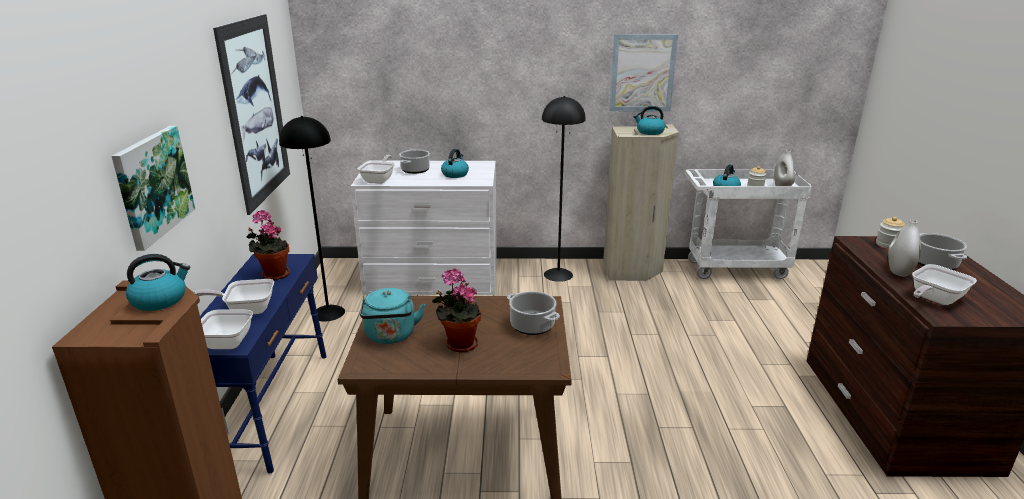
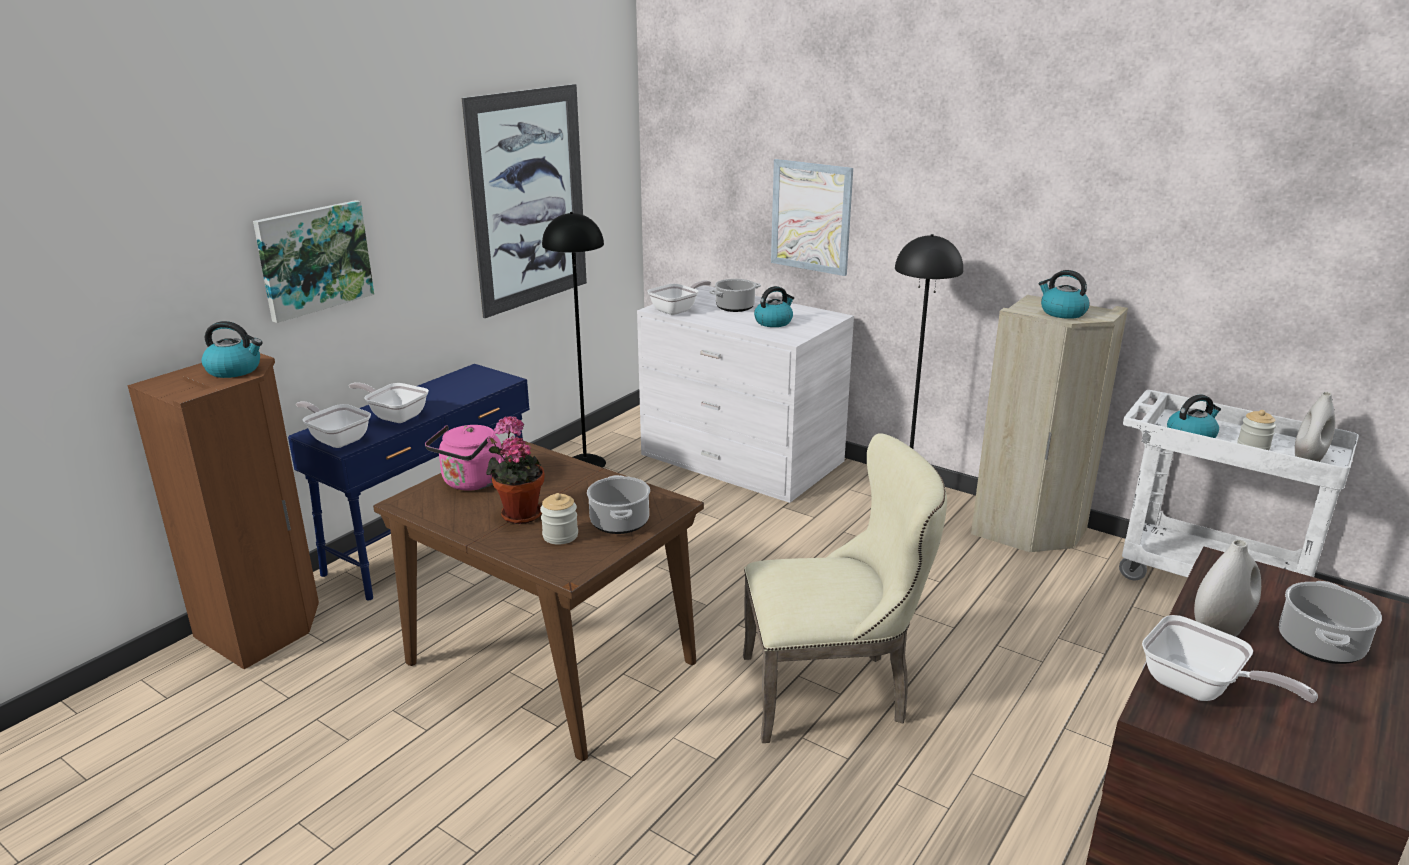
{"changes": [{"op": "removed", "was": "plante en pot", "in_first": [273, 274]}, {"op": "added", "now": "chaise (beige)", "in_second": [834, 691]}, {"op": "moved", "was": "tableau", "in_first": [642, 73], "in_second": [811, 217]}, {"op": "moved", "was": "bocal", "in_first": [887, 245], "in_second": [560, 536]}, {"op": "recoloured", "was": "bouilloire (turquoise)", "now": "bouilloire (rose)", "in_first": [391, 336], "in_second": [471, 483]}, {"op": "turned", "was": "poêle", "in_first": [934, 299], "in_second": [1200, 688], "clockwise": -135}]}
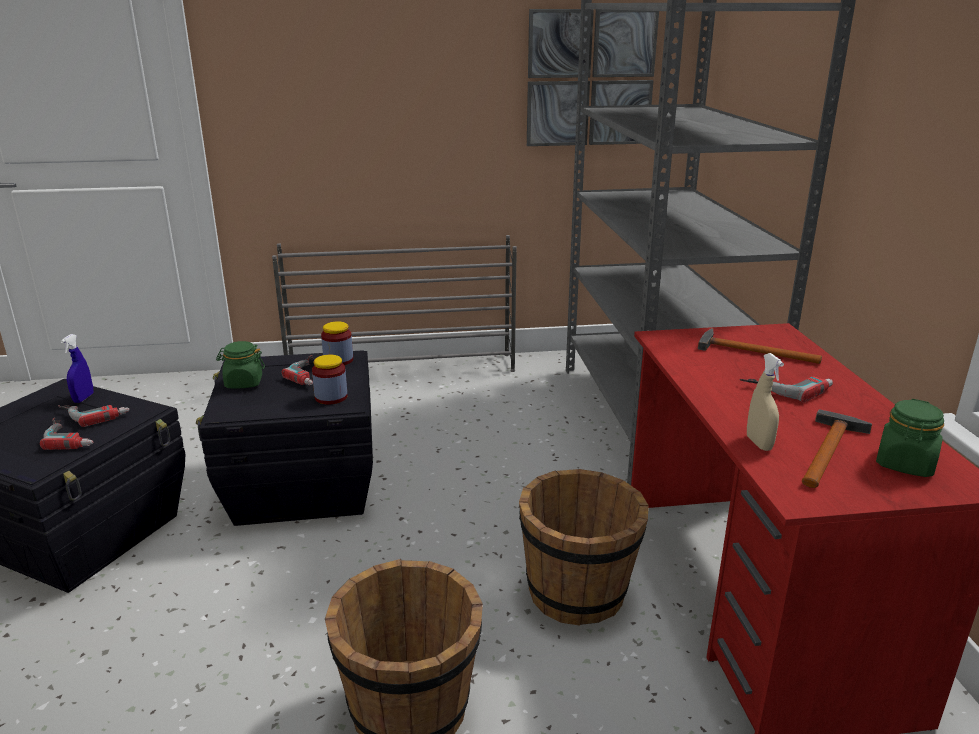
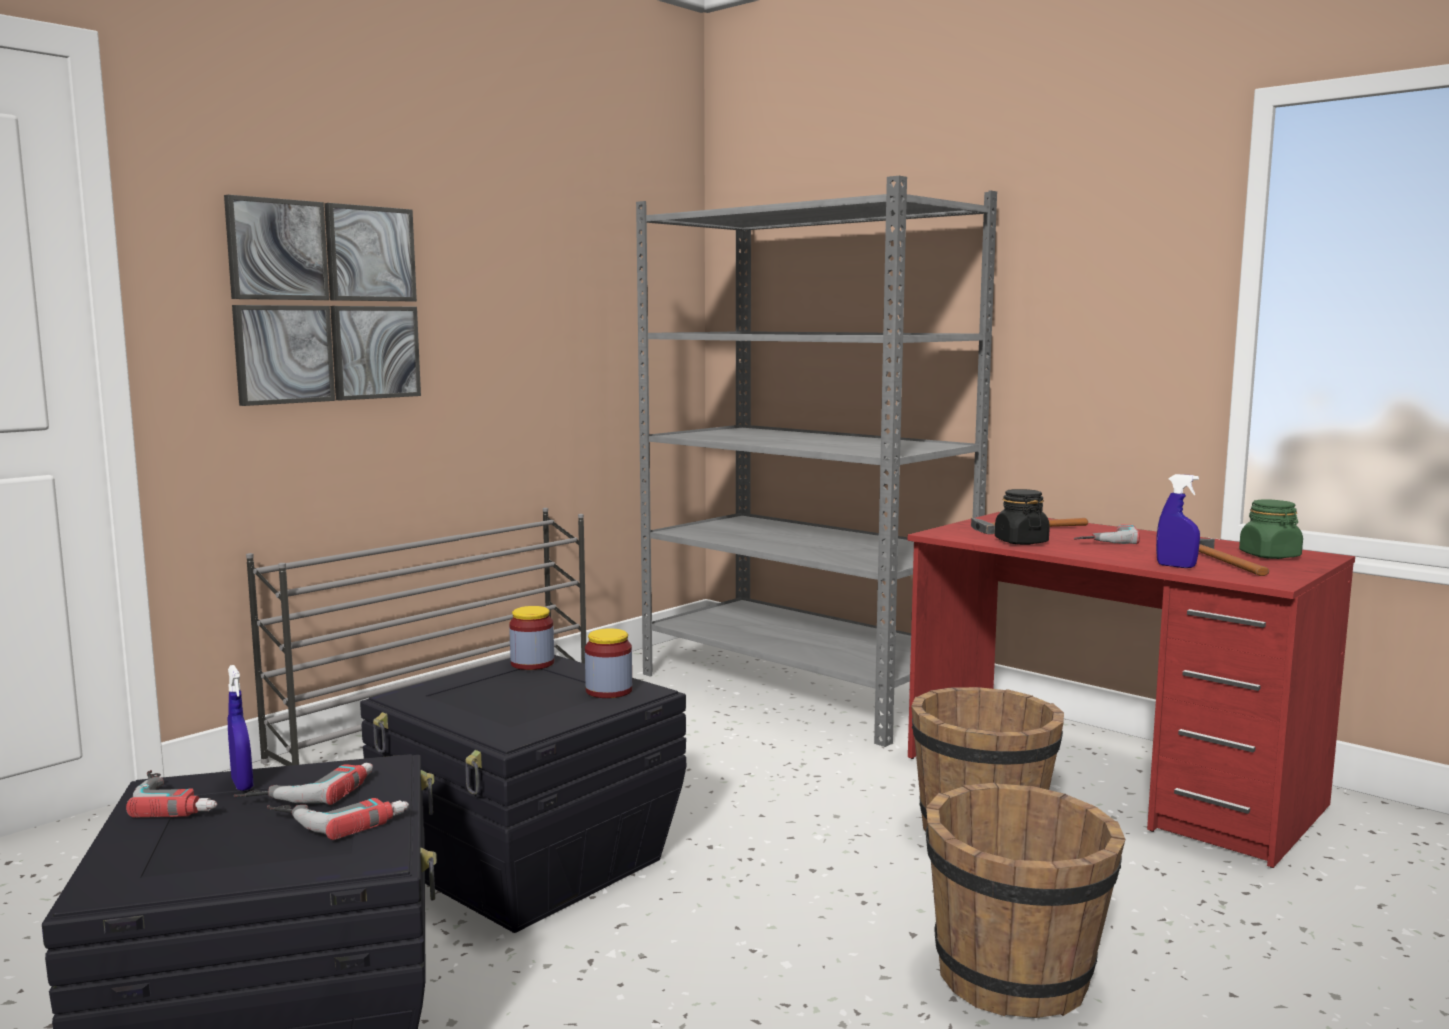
{"changes": [{"op": "removed", "was": "bocal (vert)", "in_first": [243, 383]}, {"op": "added", "now": "bocal (noir)", "in_second": [1020, 542]}, {"op": "moved", "was": "perceuse", "in_first": [311, 374], "in_second": [181, 798]}, {"op": "moved", "was": "tableau", "in_first": [590, 78], "in_second": [327, 303]}, {"op": "recoloured", "was": "vaporisateur (beige)", "now": "vaporisateur (bleu)", "in_first": [759, 443], "in_second": [1176, 566]}]}
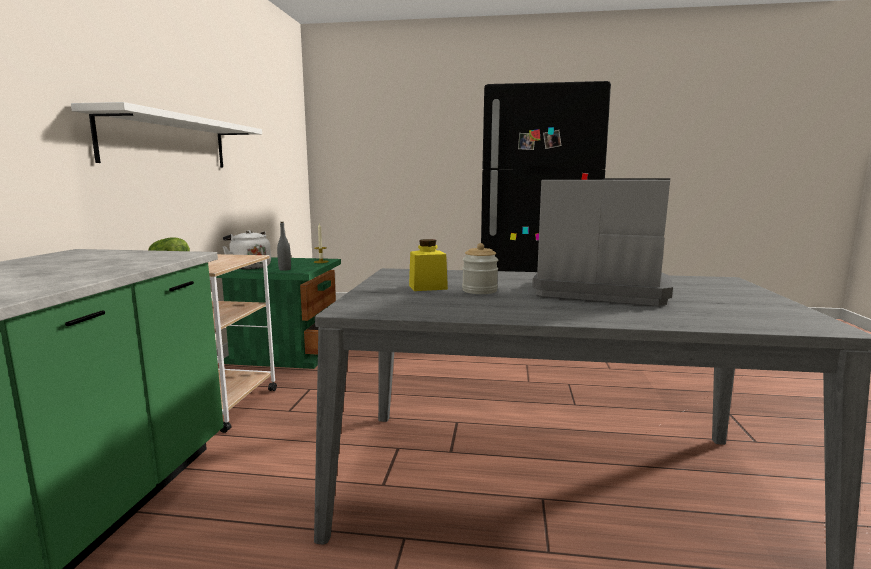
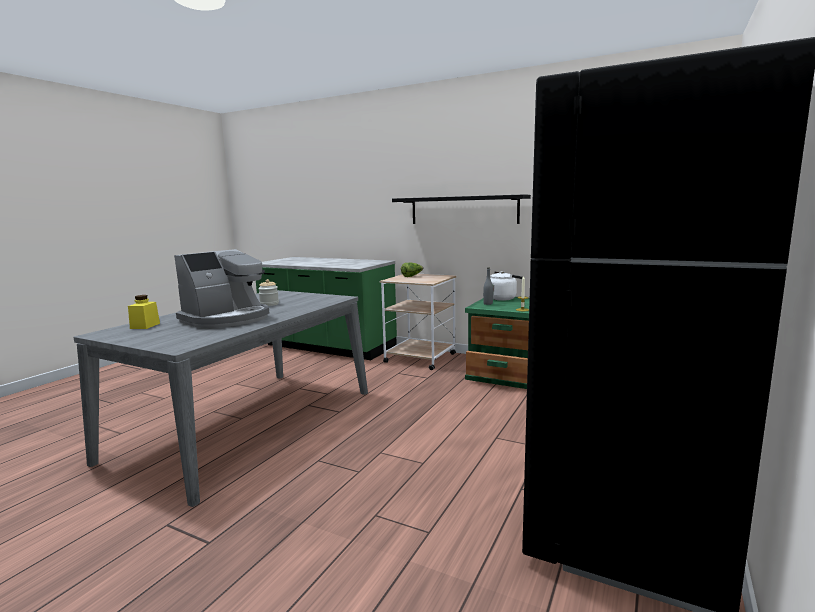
{"changes": [{"op": "moved", "was": "bocal (jaune)", "in_first": [428, 287], "in_second": [145, 326]}, {"op": "recoloured", "was": "étagère (blanc)", "now": "étagère (noir)", "in_first": [167, 142], "in_second": [463, 210]}]}
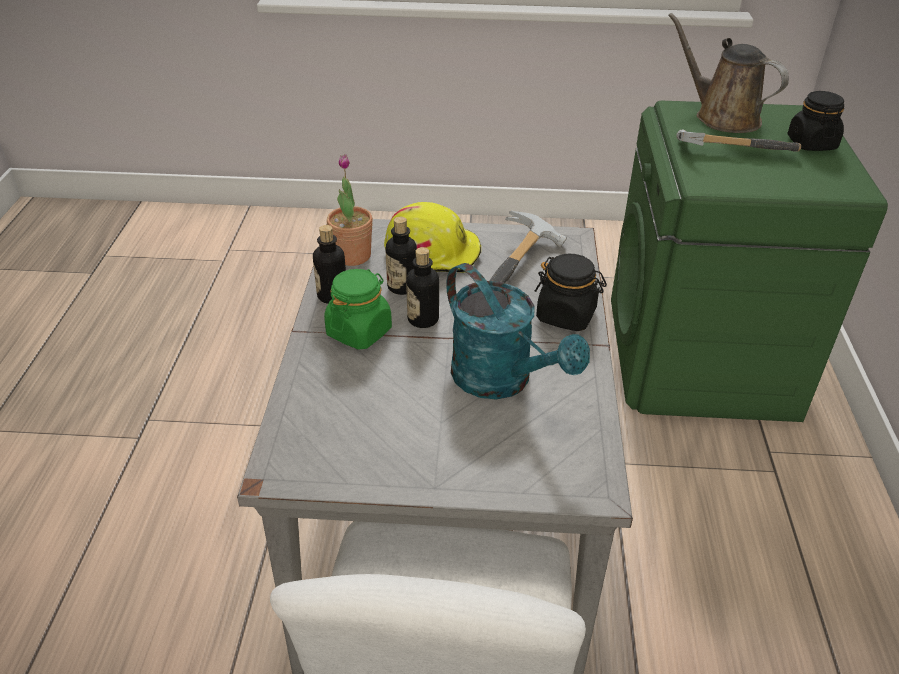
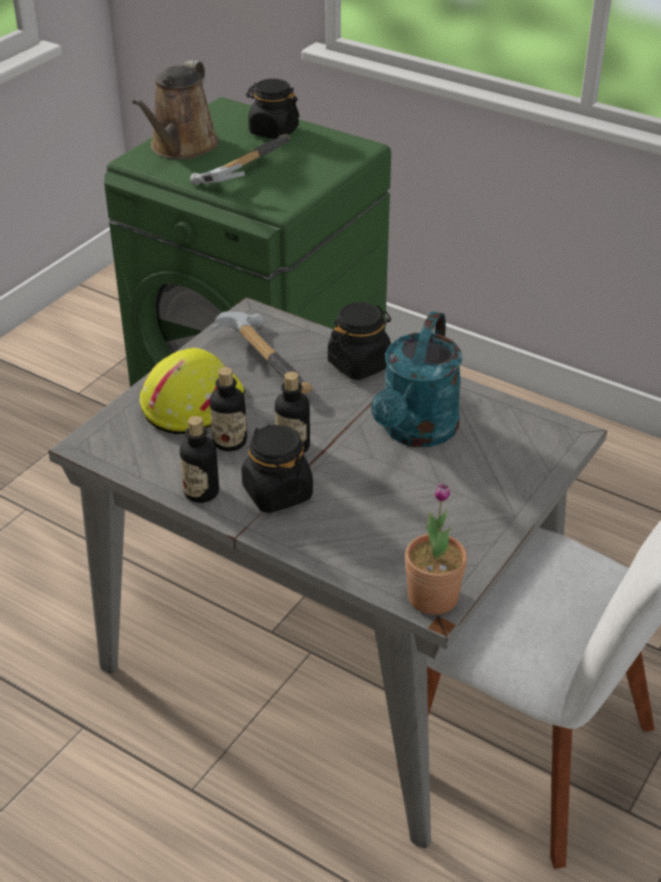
{"changes": [{"op": "moved", "was": "plante en pot", "in_first": [352, 256], "in_second": [432, 597]}, {"op": "recoloured", "was": "bocal (vert)", "now": "bocal (noir)", "in_first": [359, 332], "in_second": [277, 492]}, {"op": "turned", "was": "arrosoir (turquoise)", "in_first": [502, 381], "in_second": [416, 432], "clockwise": 120}, {"op": "turned", "was": "arrosoir (marron)", "in_first": [722, 117], "in_second": [181, 147], "clockwise": -60}]}
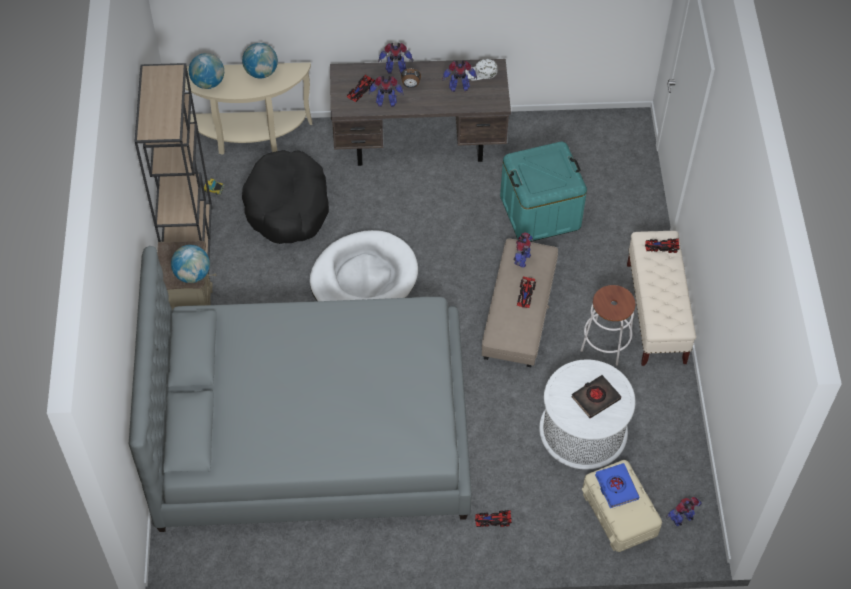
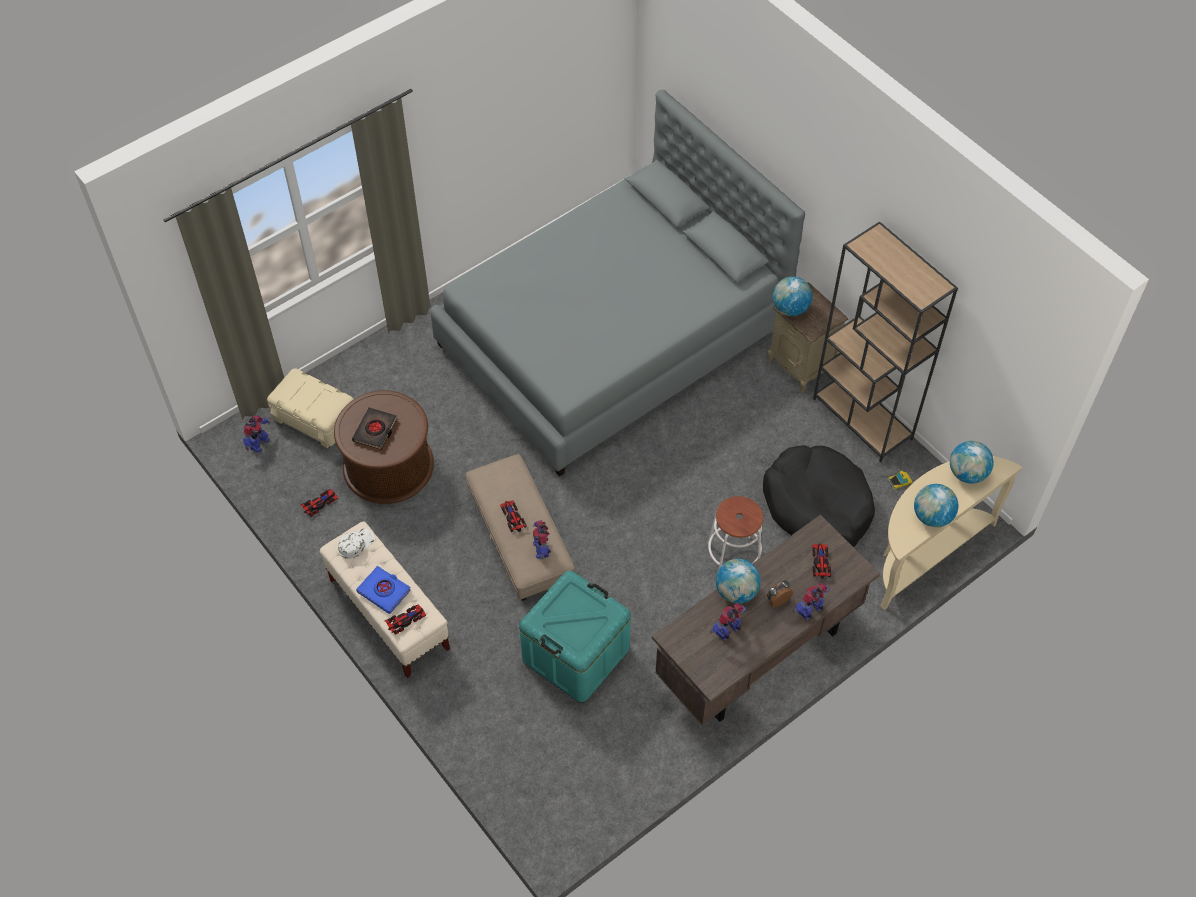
{"changes": [{"op": "removed", "was": "panier pour chien (blanc)", "in_first": [364, 278]}, {"op": "removed", "was": "robot jouet", "in_first": [386, 102]}, {"op": "added", "now": "globe", "in_second": [736, 591]}, {"op": "moved", "was": "casquette (blanc)", "in_first": [481, 73], "in_second": [356, 544]}, {"op": "moved", "was": "petite voiture", "in_first": [493, 520], "in_second": [320, 503]}, {"op": "moved", "was": "tabouret (blanc)", "in_first": [606, 343], "in_second": [733, 558]}, {"op": "moved", "was": "livre (bleu)", "in_first": [616, 487], "in_second": [384, 591]}, {"op": "recoloured", "was": "table basse (blanc)", "now": "table basse (marron)", "in_first": [583, 430], "in_second": [388, 465]}]}
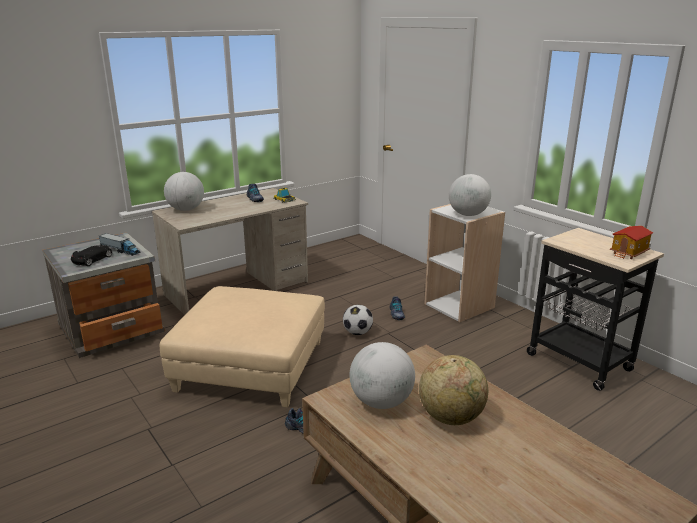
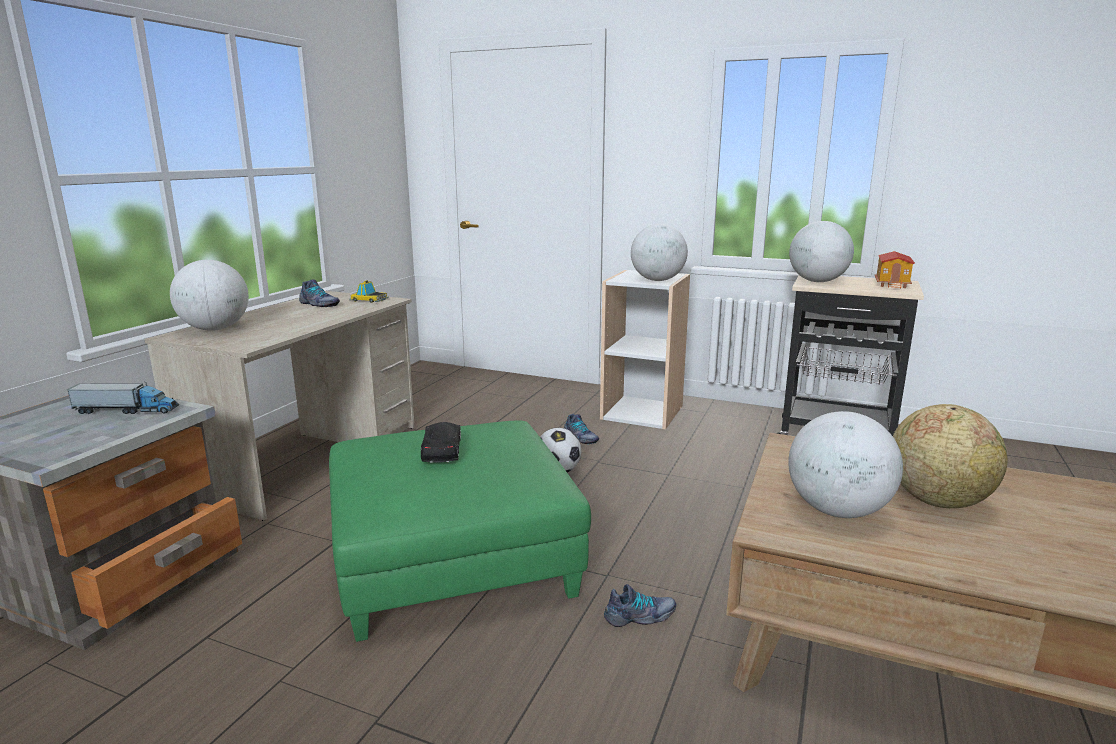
{"changes": [{"op": "added", "now": "globe", "in_second": [817, 281]}, {"op": "moved", "was": "petite voiture (noir)", "in_first": [93, 259], "in_second": [442, 450]}, {"op": "recoloured", "was": "pouf (beige)", "now": "pouf (vert)", "in_first": [250, 366], "in_second": [452, 558]}]}
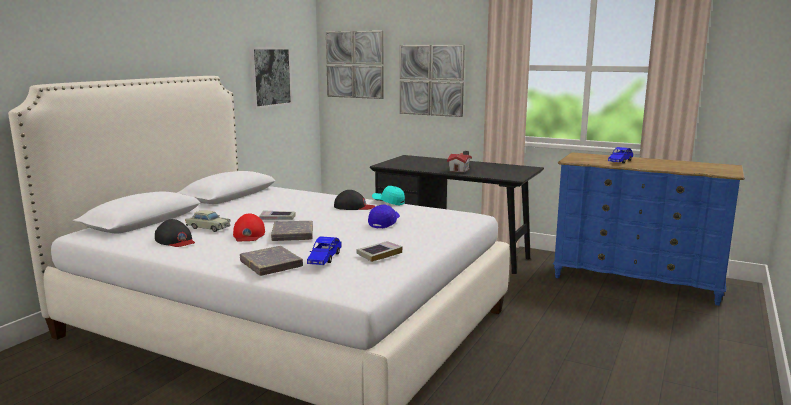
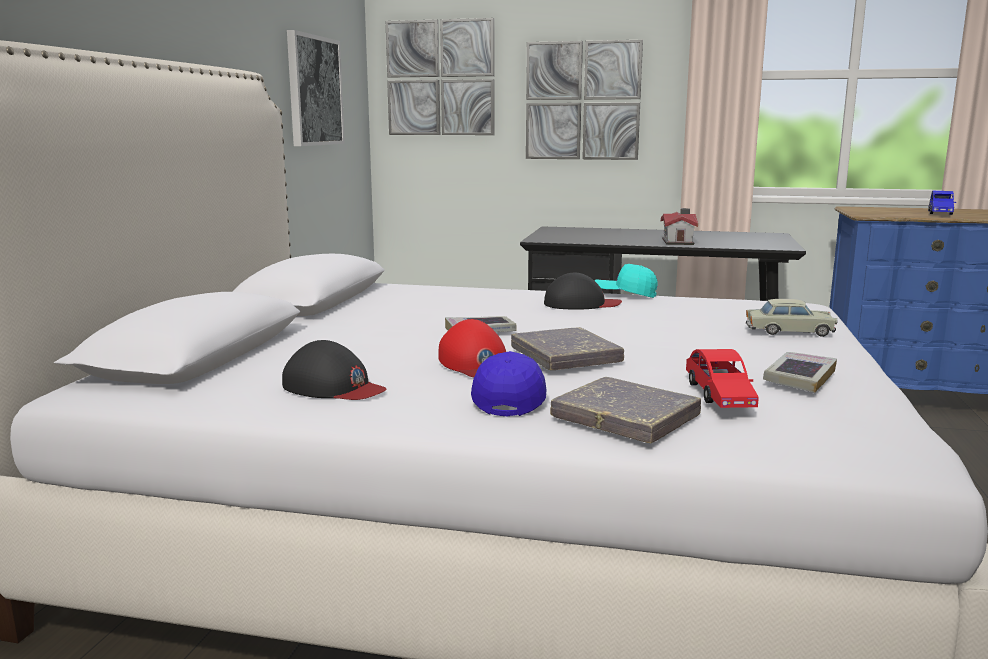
{"changes": [{"op": "moved", "was": "petite voiture (beige)", "in_first": [208, 227], "in_second": [789, 331]}, {"op": "moved", "was": "casquette (bleu)", "in_first": [384, 223], "in_second": [510, 400]}, {"op": "recoloured", "was": "petite voiture (bleu)", "now": "petite voiture (rouge)", "in_first": [325, 258], "in_second": [718, 395]}]}
